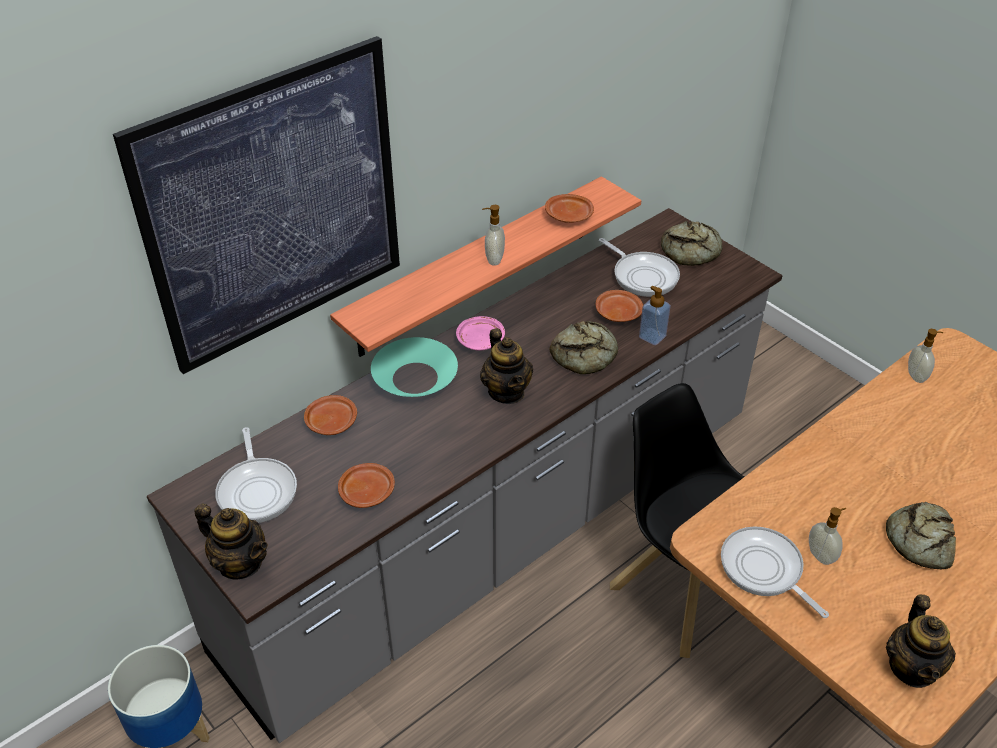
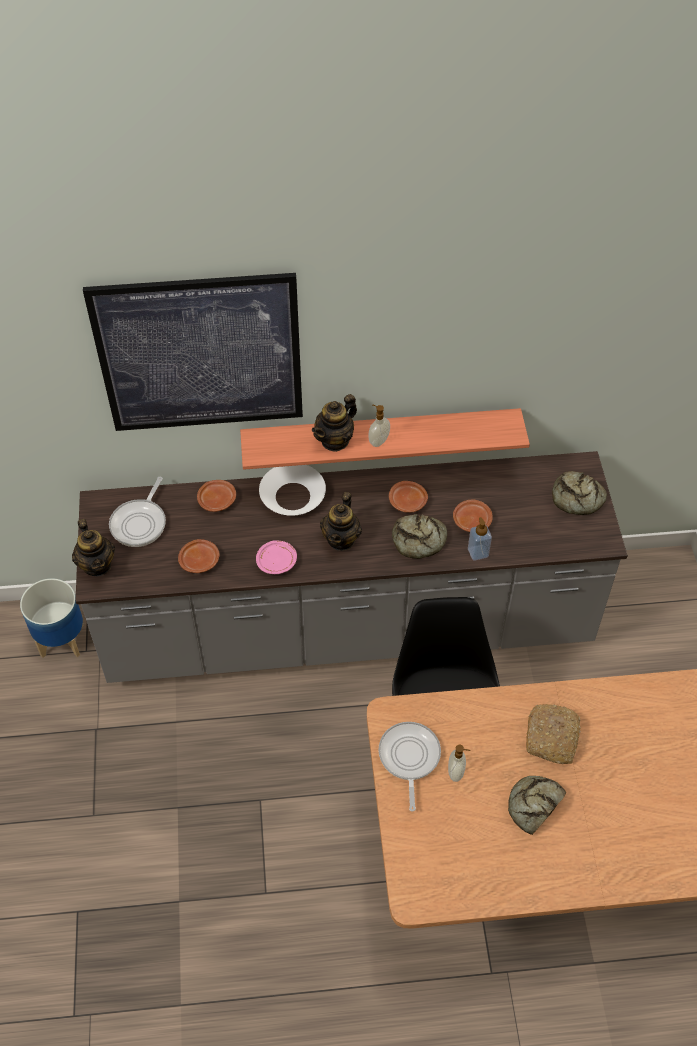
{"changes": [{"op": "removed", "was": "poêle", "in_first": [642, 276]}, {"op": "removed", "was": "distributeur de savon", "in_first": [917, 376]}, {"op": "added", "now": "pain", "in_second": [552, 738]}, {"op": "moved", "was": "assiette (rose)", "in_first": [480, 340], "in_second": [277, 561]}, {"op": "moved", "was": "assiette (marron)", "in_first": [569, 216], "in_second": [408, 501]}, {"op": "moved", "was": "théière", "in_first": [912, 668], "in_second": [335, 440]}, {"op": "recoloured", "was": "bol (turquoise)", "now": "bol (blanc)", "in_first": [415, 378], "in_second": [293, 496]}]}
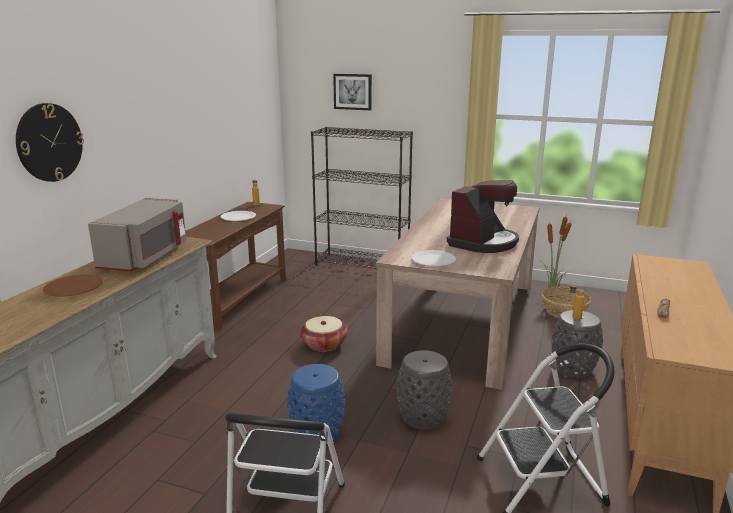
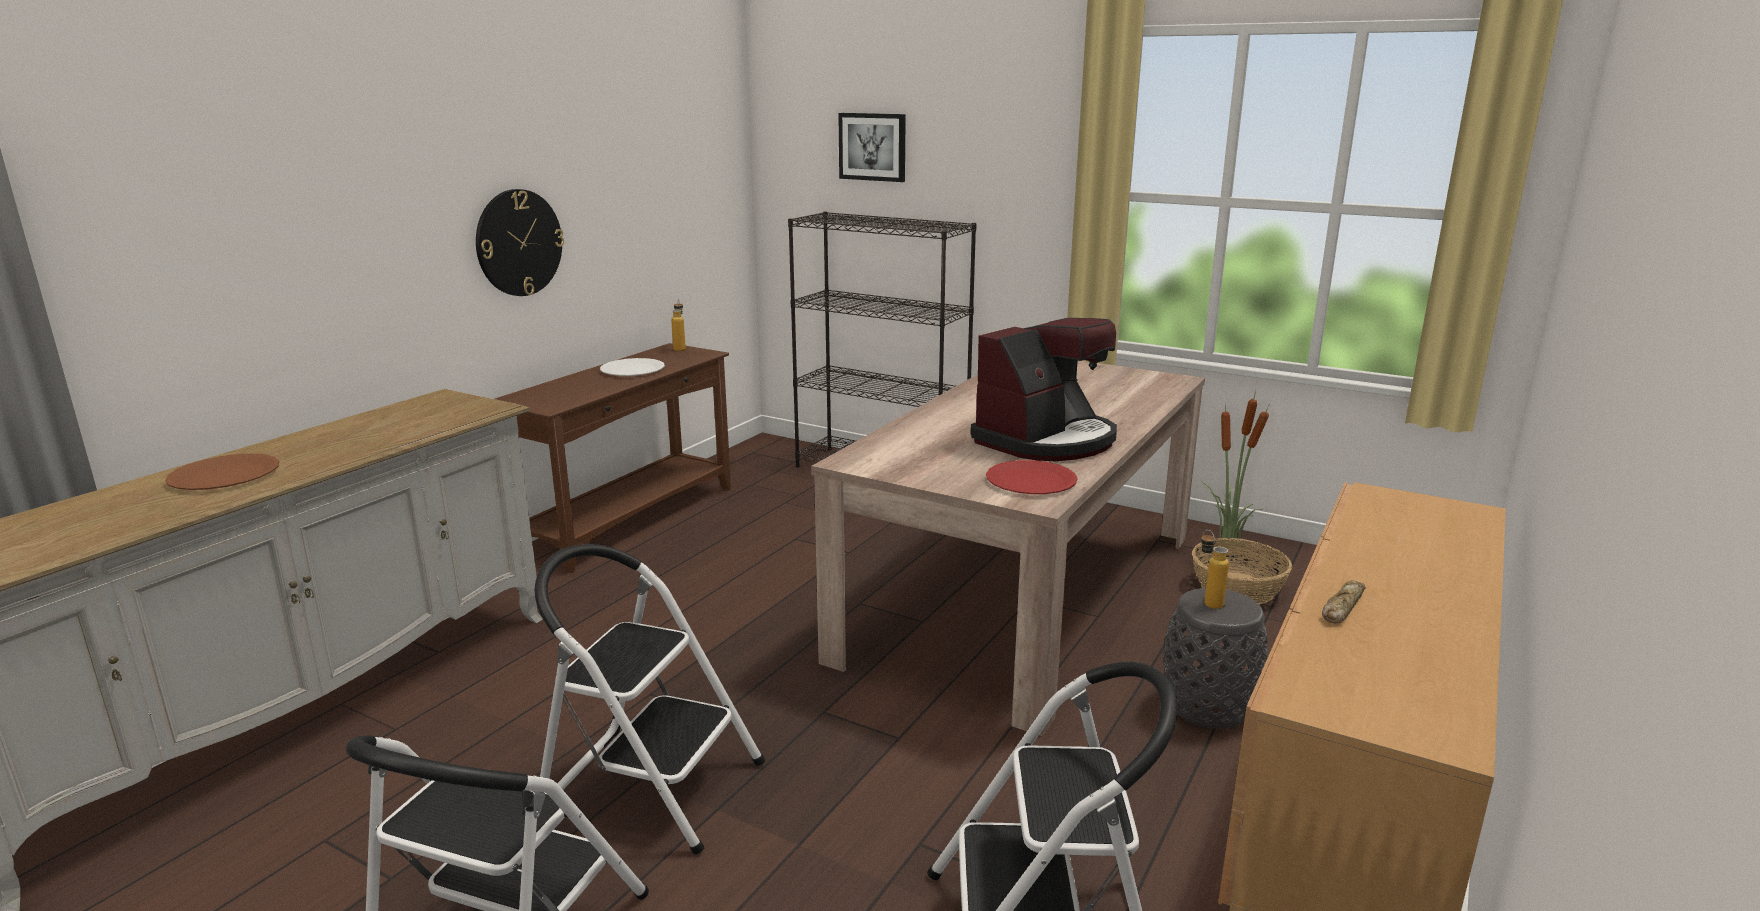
{"changes": [{"op": "removed", "was": "micro-ondes (gris)", "in_first": [146, 256]}, {"op": "removed", "was": "panier", "in_first": [324, 344]}, {"op": "removed", "was": "tabouret (gris)", "in_first": [422, 417]}, {"op": "removed", "was": "assiette (blanc)", "in_first": [433, 260]}, {"op": "added", "now": "assiette (rouge)", "in_second": [1031, 480]}, {"op": "moved", "was": "horloge murale", "in_first": [49, 142], "in_second": [519, 243]}, {"op": "replaced", "was": "tabouret (bleu)", "now": "escabeau", "in_first": [317, 433], "in_second": [647, 785]}]}
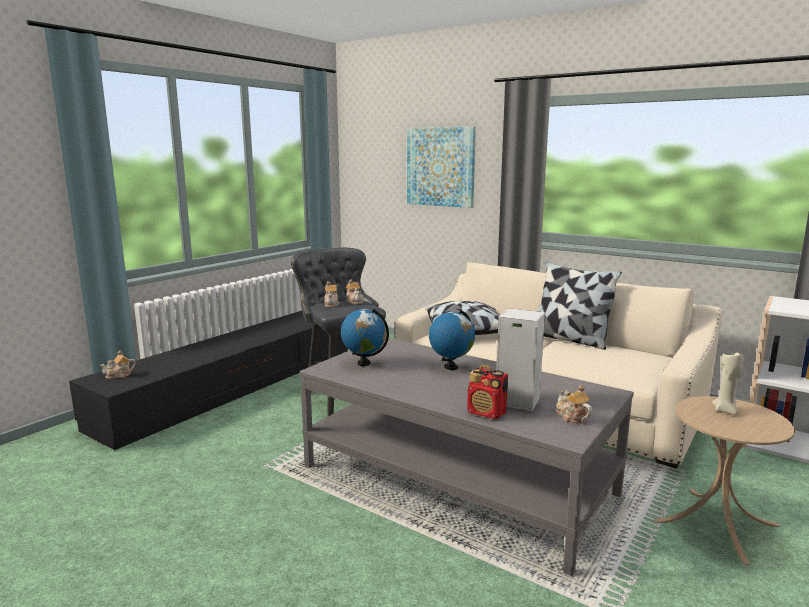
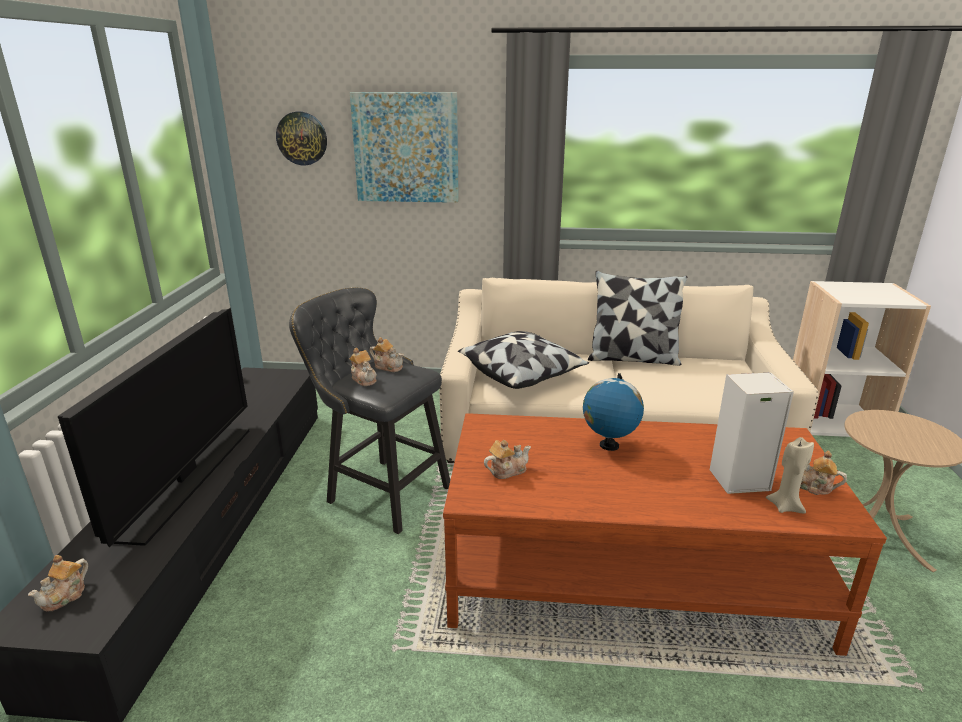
{"changes": [{"op": "removed", "was": "radio", "in_first": [487, 413]}, {"op": "added", "now": "téléviseur", "in_second": [188, 480]}, {"op": "added", "now": "horloge murale", "in_second": [302, 138]}, {"op": "moved", "was": "bougie (beige)", "in_first": [725, 410], "in_second": [785, 506]}, {"op": "replaced", "was": "globe", "now": "théière", "in_first": [364, 363], "in_second": [507, 470]}, {"op": "recoloured", "was": "table basse (gris)", "now": "table basse (marron)", "in_first": [457, 481], "in_second": [631, 575]}]}
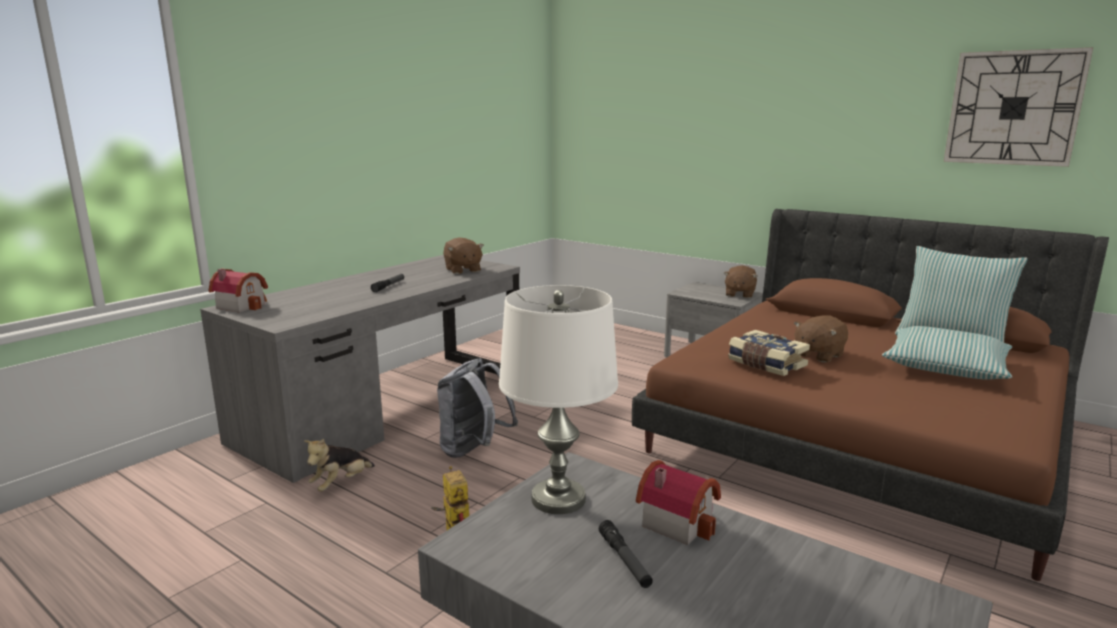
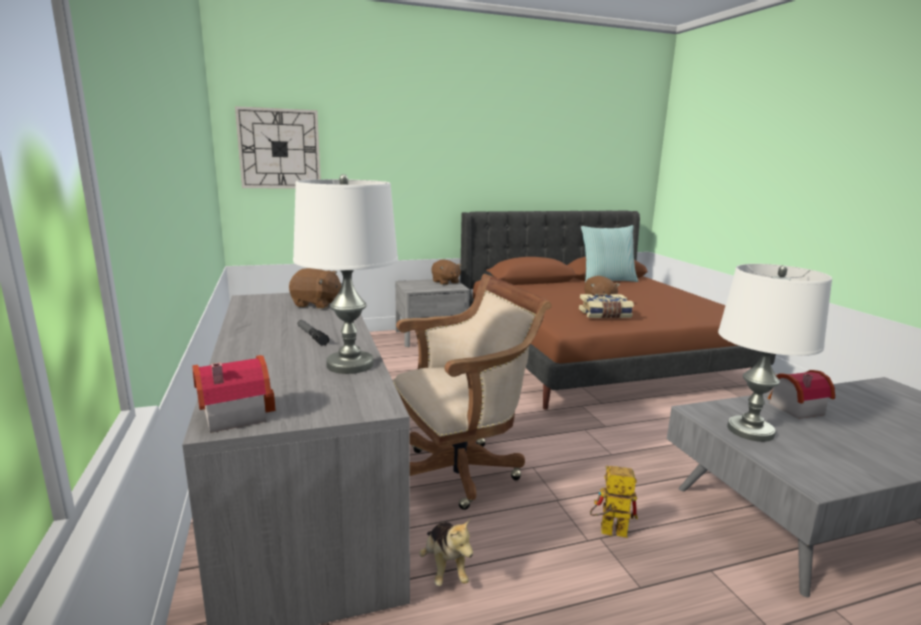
{"changes": [{"op": "removed", "was": "lampe de poche", "in_first": [624, 560]}, {"op": "removed", "was": "coussin", "in_first": [945, 367]}, {"op": "added", "now": "lampe de table (blanc)", "in_second": [350, 364]}, {"op": "moved", "was": "horloge murale", "in_first": [1013, 108], "in_second": [279, 149]}, {"op": "replaced", "was": "sac à dos (gris)", "now": "chaise de bureau", "in_first": [474, 451], "in_second": [463, 471]}]}
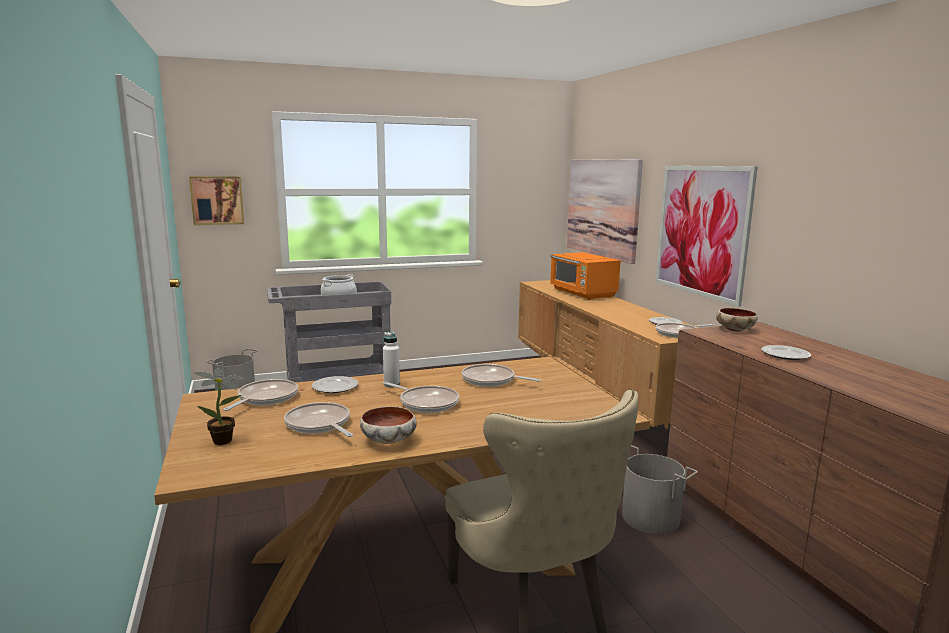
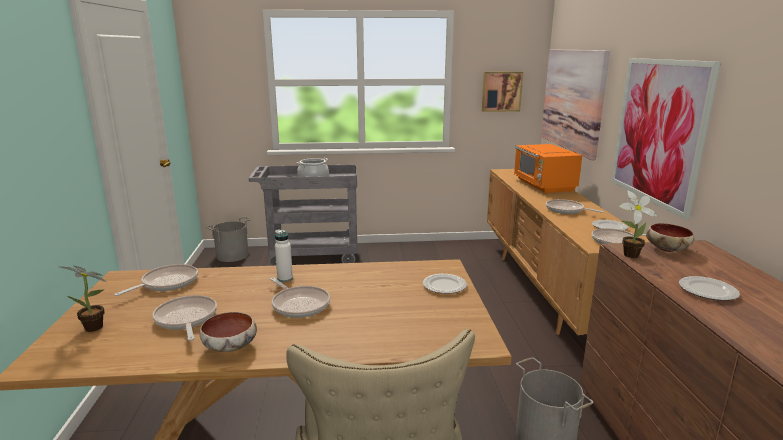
{"changes": [{"op": "added", "now": "plante en pot", "in_second": [628, 255]}, {"op": "moved", "was": "tableau", "in_first": [217, 200], "in_second": [501, 91]}, {"op": "moved", "was": "assiette", "in_first": [335, 387], "in_second": [445, 286]}, {"op": "moved", "was": "poêle", "in_first": [491, 380], "in_second": [566, 210]}]}
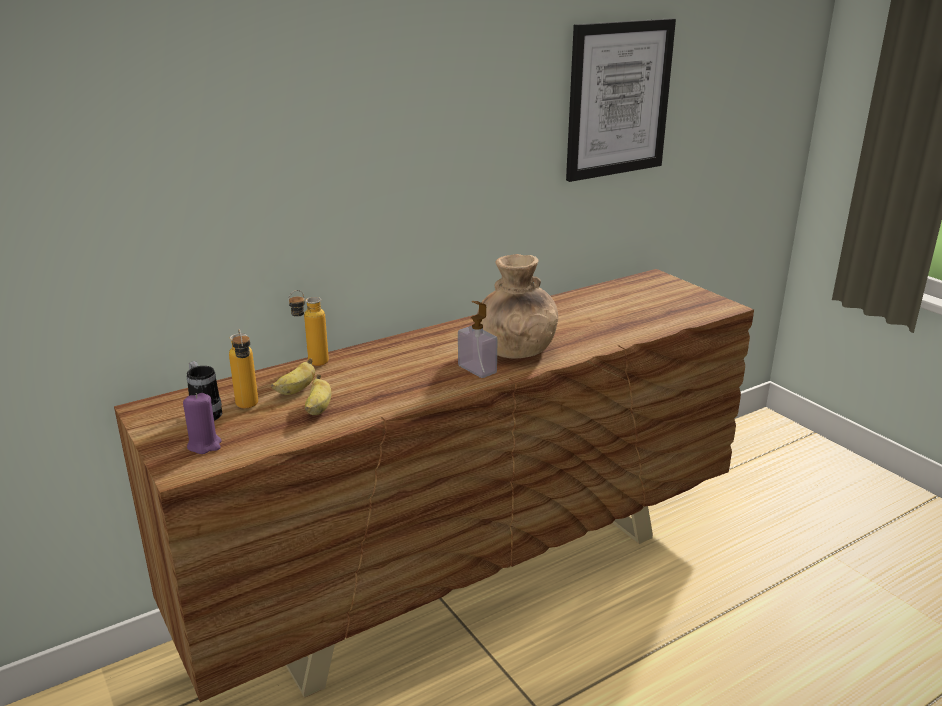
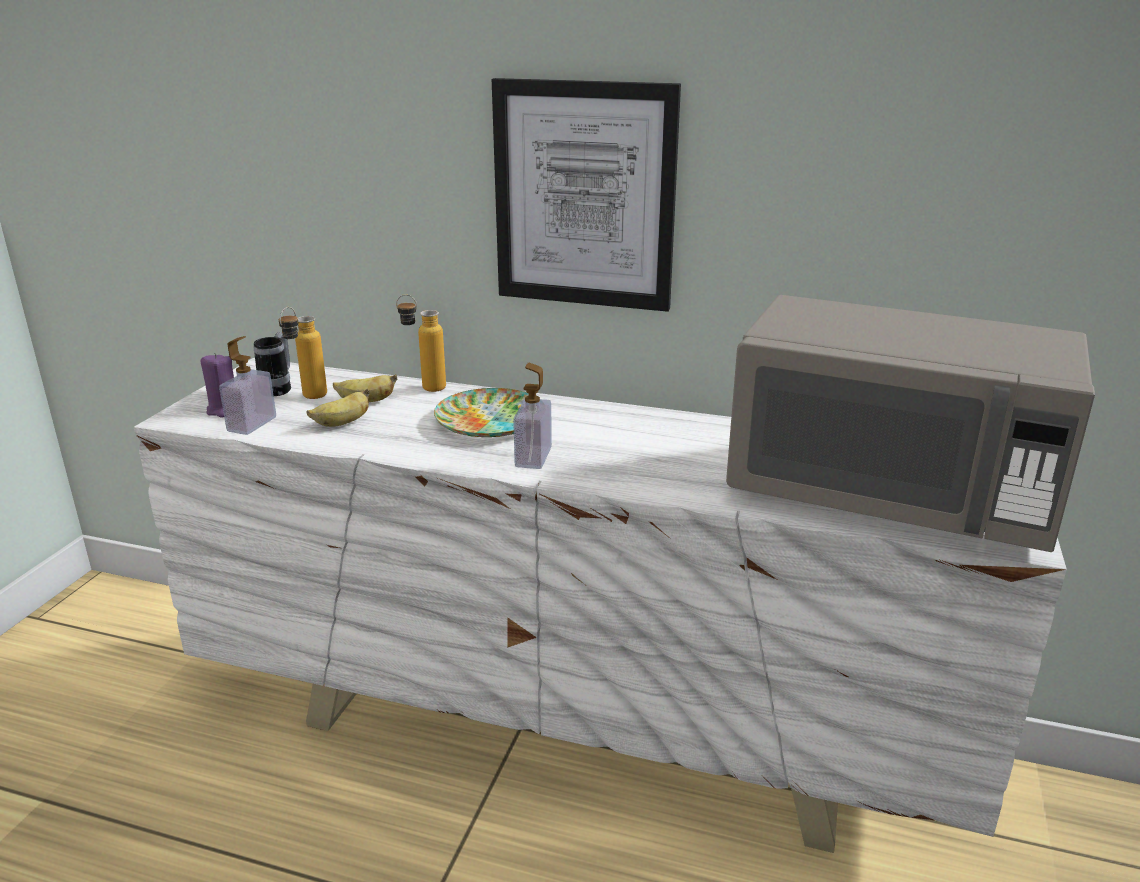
{"changes": [{"op": "removed", "was": "vase (marron)", "in_first": [516, 350]}, {"op": "added", "now": "distributeur de savon", "in_second": [252, 424]}, {"op": "added", "now": "assiette", "in_second": [491, 420]}, {"op": "added", "now": "micro-ondes (gris)", "in_second": [888, 496]}, {"op": "moved", "was": "tableau", "in_first": [618, 99], "in_second": [584, 196]}, {"op": "recoloured", "was": "meuble de rangement (marron)", "now": "meuble de rangement (blanc)", "in_first": [471, 577], "in_second": [573, 735]}]}
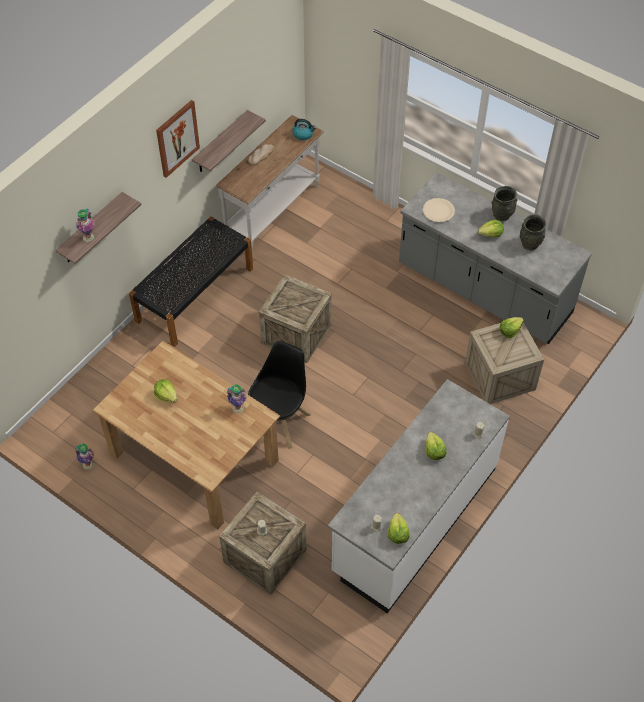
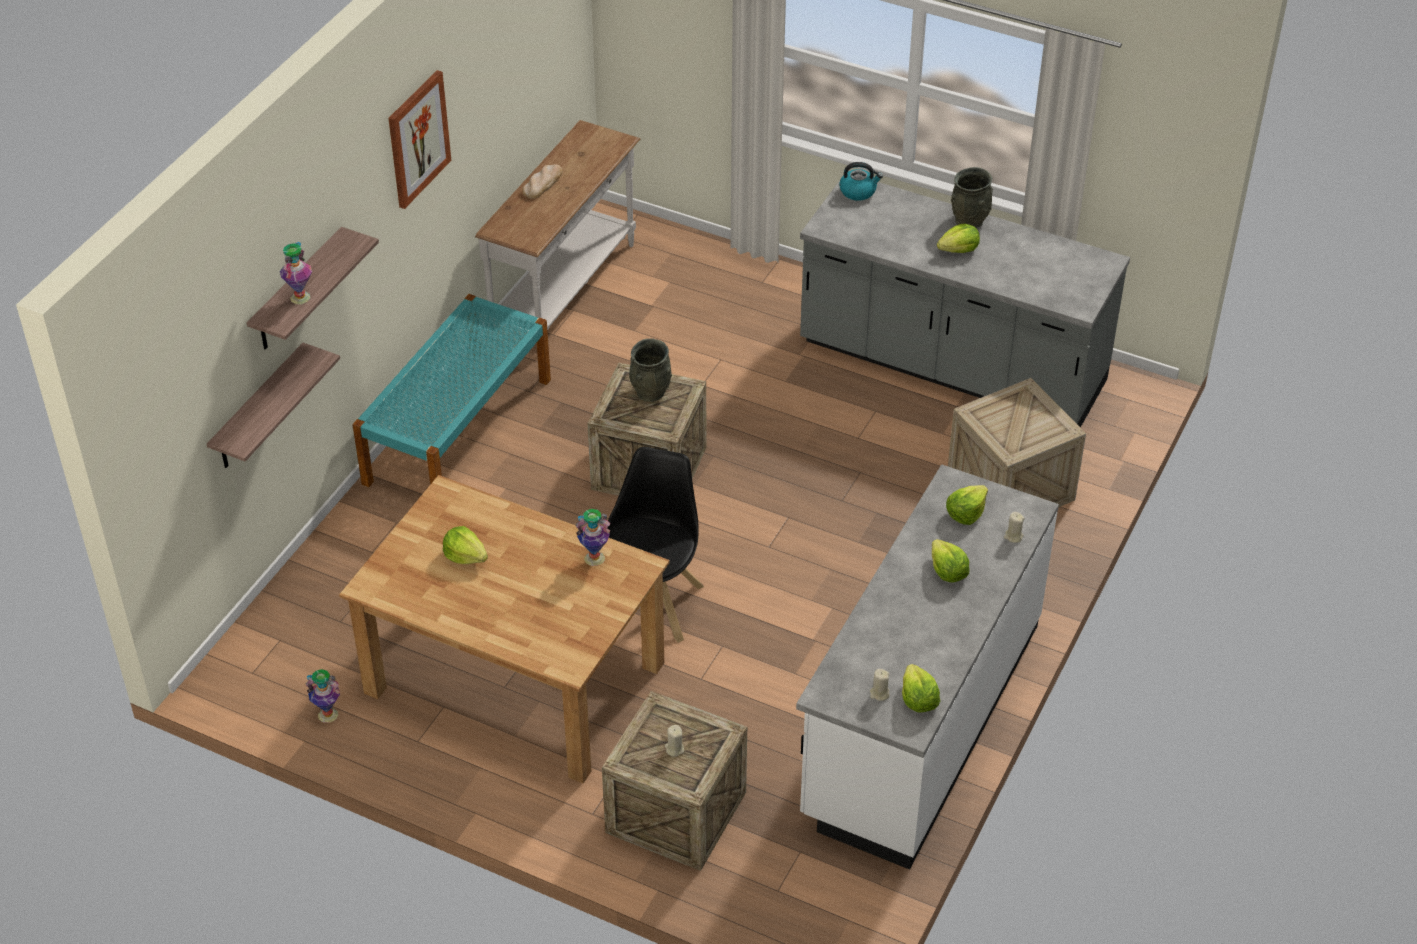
{"changes": [{"op": "removed", "was": "assiette (beige)", "in_first": [438, 211]}, {"op": "moved", "was": "étagère", "in_first": [220, 143], "in_second": [259, 409]}, {"op": "moved", "was": "bouilloire", "in_first": [303, 134], "in_second": [858, 191]}, {"op": "moved", "was": "laitue", "in_first": [510, 330], "in_second": [966, 513]}, {"op": "moved", "was": "vase (gris)", "in_first": [530, 243], "in_second": [650, 392]}, {"op": "recoloured", "was": "banc (noir)", "now": "banc (turquoise)", "in_first": [194, 294], "in_second": [457, 430]}]}
